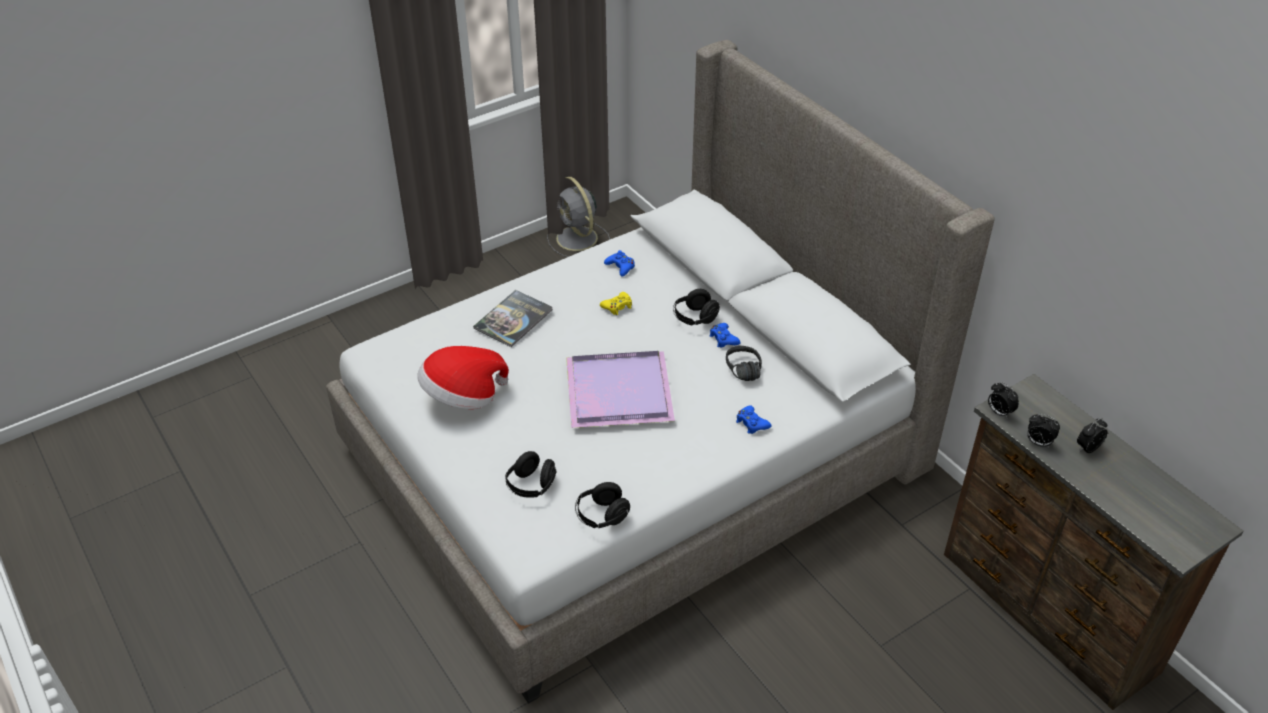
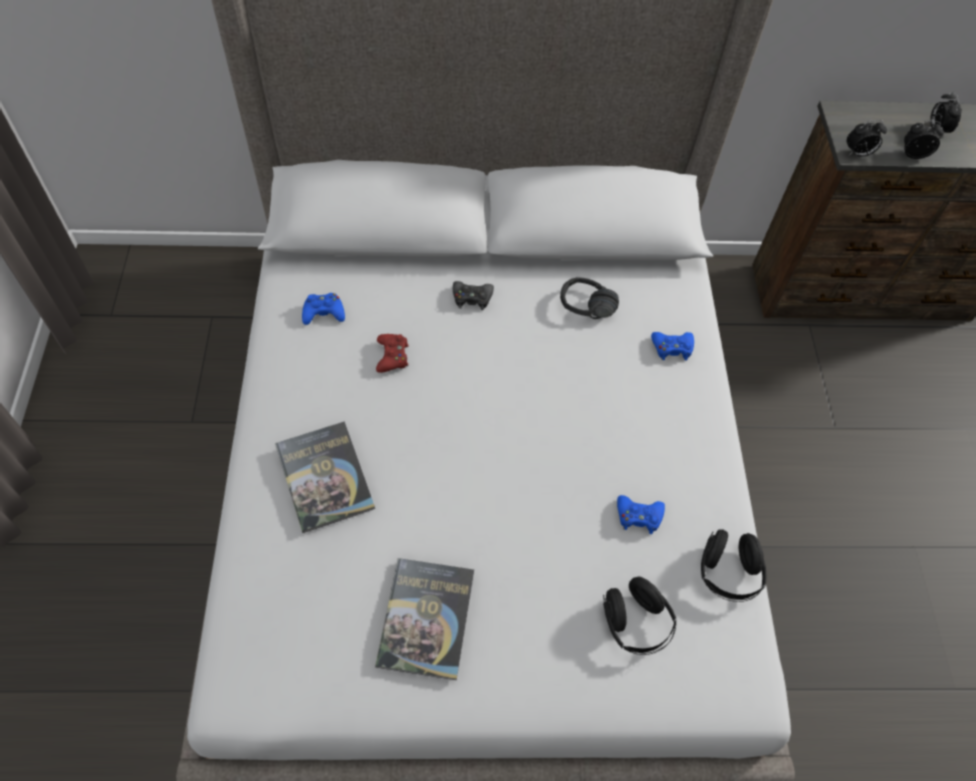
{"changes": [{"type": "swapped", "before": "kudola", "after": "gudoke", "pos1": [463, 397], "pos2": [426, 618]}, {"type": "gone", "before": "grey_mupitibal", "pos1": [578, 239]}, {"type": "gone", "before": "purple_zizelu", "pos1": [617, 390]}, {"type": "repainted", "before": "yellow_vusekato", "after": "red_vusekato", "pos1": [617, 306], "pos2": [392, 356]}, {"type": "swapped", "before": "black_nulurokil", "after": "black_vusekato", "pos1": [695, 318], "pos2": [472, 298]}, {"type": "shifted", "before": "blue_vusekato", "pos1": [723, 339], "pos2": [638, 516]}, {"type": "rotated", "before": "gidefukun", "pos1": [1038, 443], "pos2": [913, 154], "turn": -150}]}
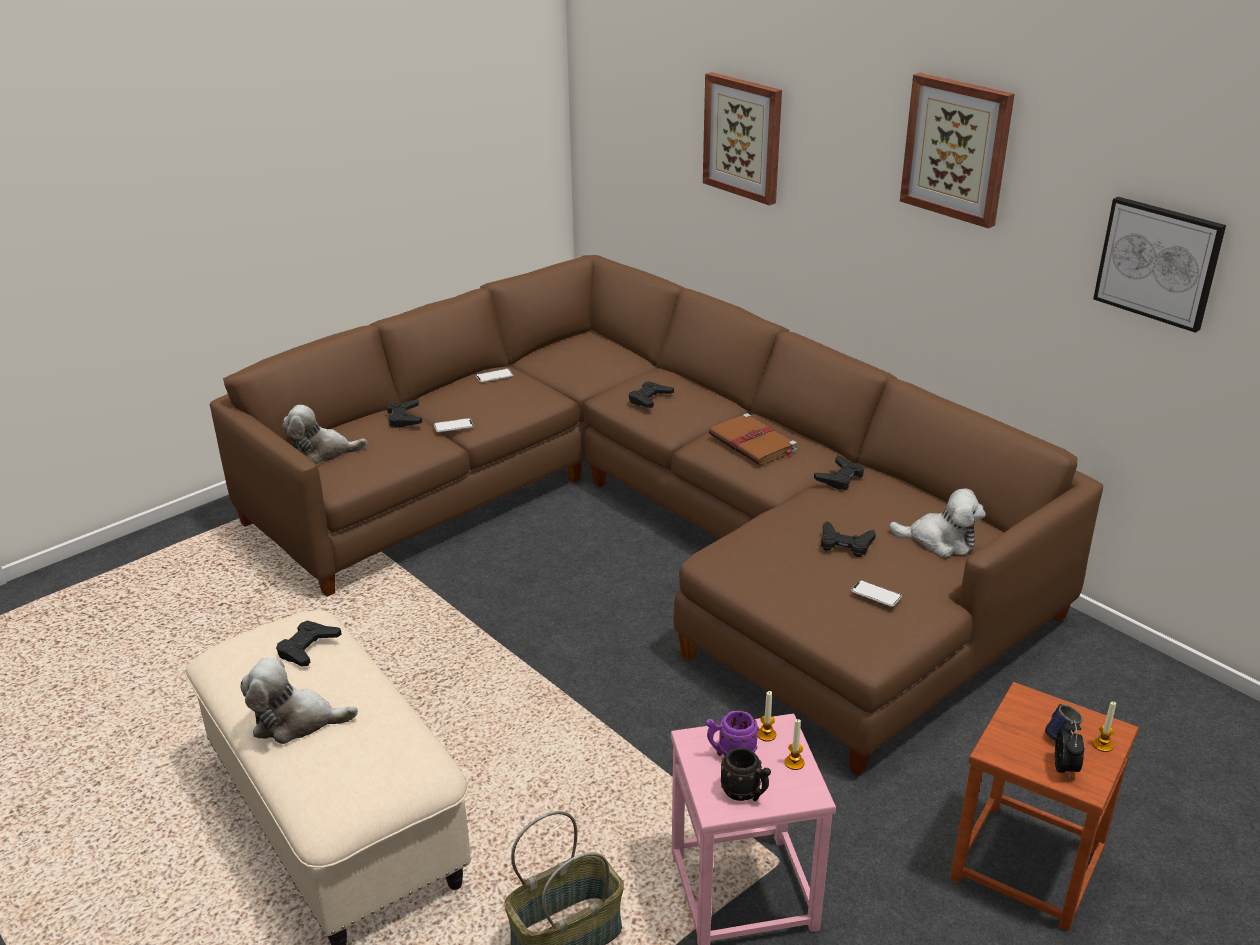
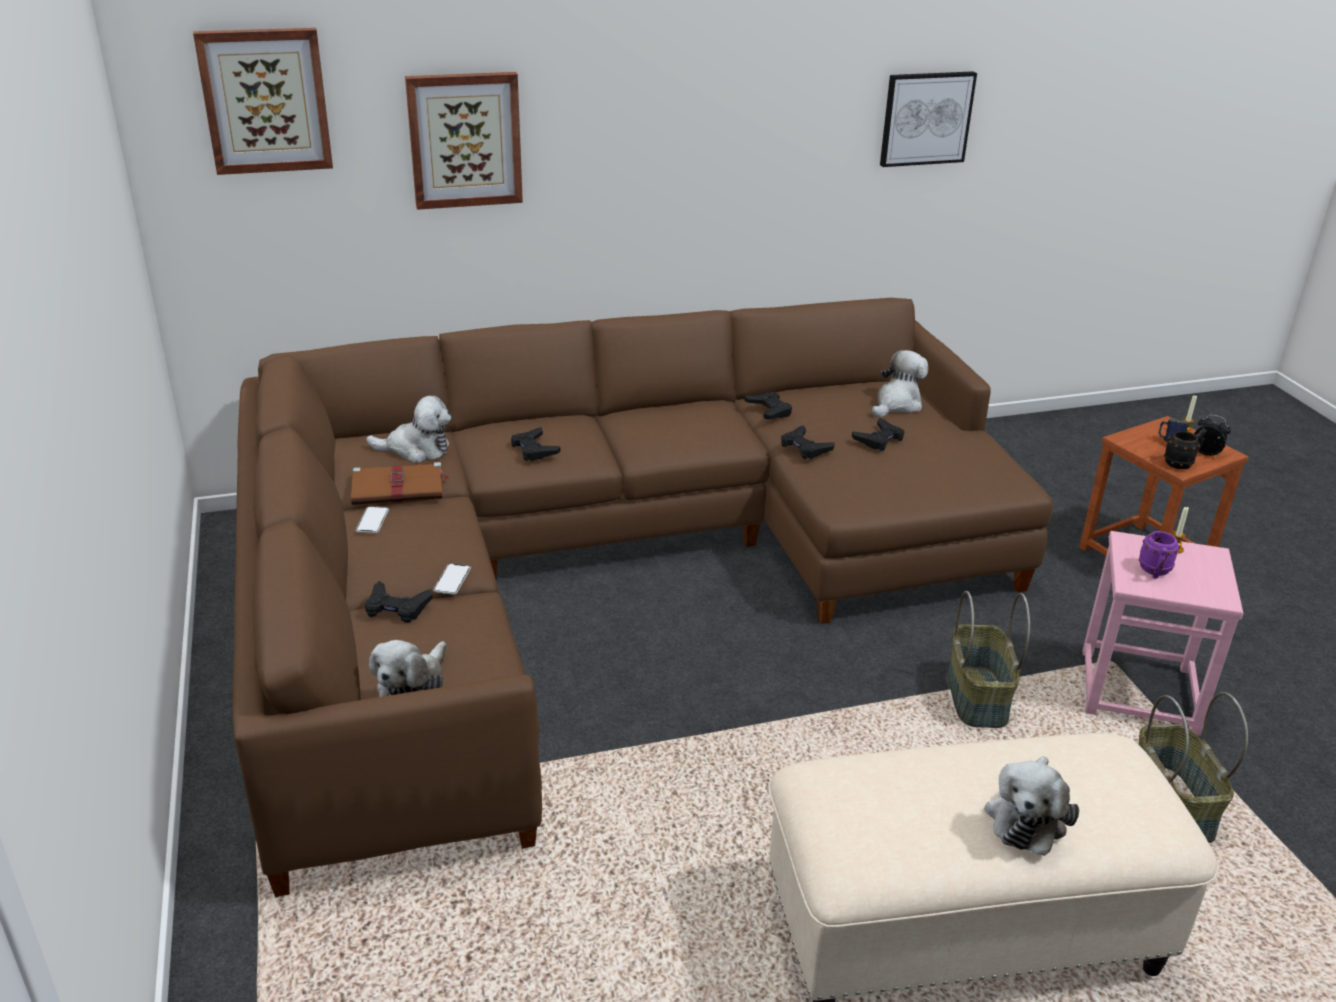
{"changes": [{"type": "shifted", "before": "black_vusekato", "pos1": [308, 648], "pos2": [805, 447]}, {"type": "shifted", "before": "brown_gudoke", "pos1": [753, 443], "pos2": [399, 488]}, {"type": "shifted", "before": "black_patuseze", "pos1": [745, 794], "pos2": [1182, 463]}, {"type": "gone", "before": "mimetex", "pos1": [766, 734]}, {"type": "gone", "before": "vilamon", "pos1": [876, 594]}, {"type": "shifted", "before": "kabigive", "pos1": [957, 149], "pos2": [265, 100]}, {"type": "new", "after": "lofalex", "pos2": [416, 449]}, {"type": "new", "after": "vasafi", "pos2": [975, 697]}]}
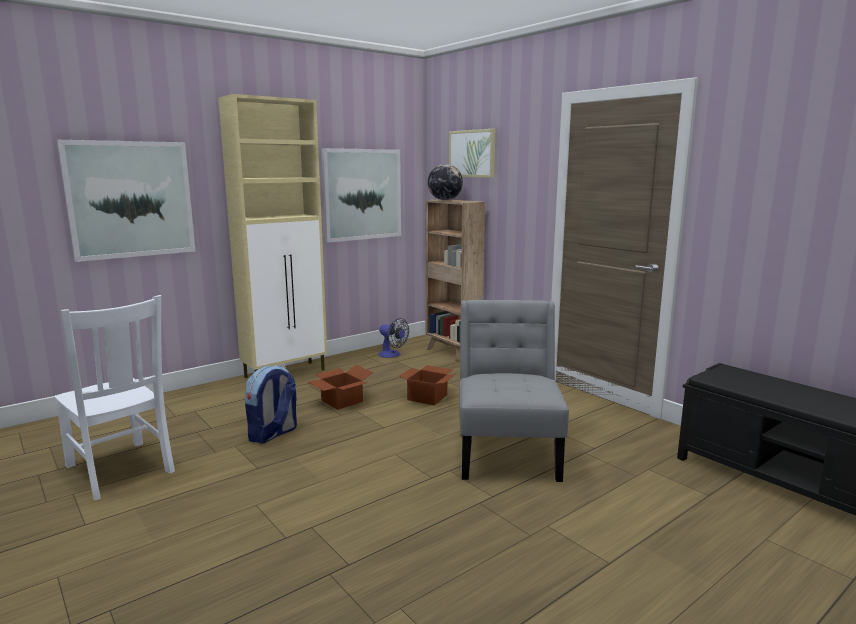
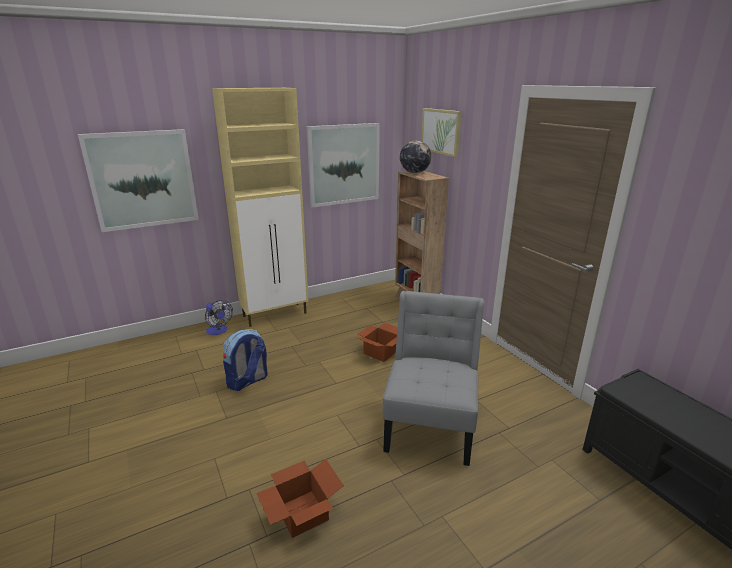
{"changes": [{"type": "gone", "before": "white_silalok", "pos1": [121, 470]}, {"type": "shifted", "before": "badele", "pos1": [340, 401], "pos2": [301, 513]}, {"type": "shifted", "before": "mupitibal", "pos1": [392, 355], "pos2": [218, 331]}]}
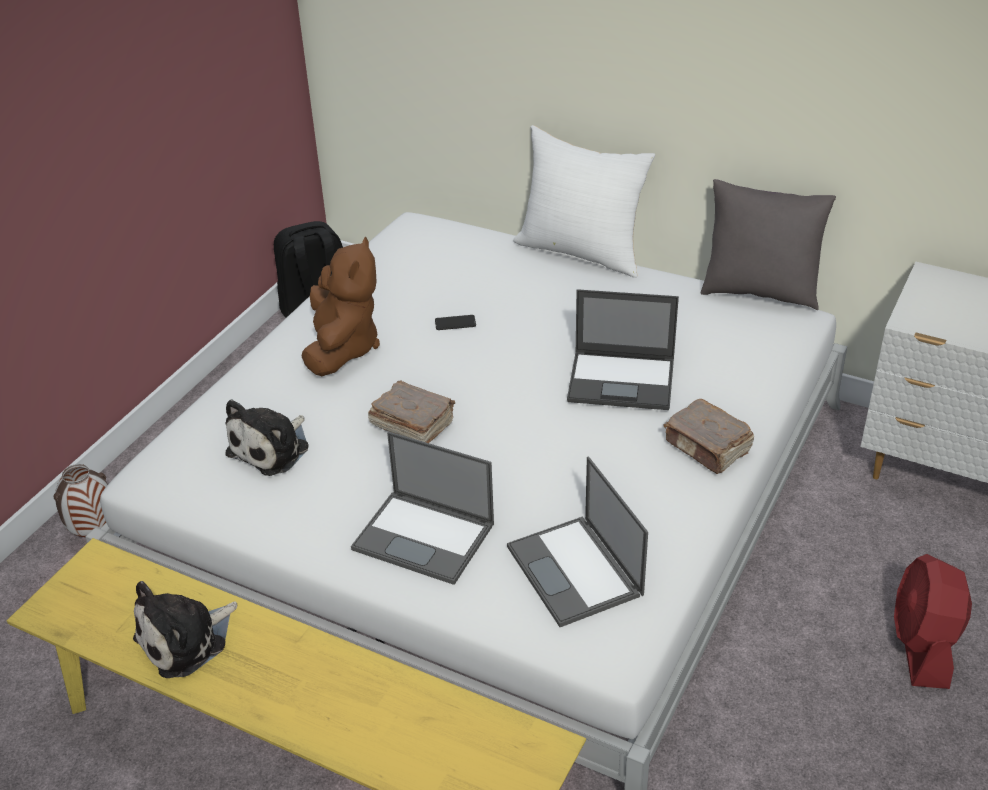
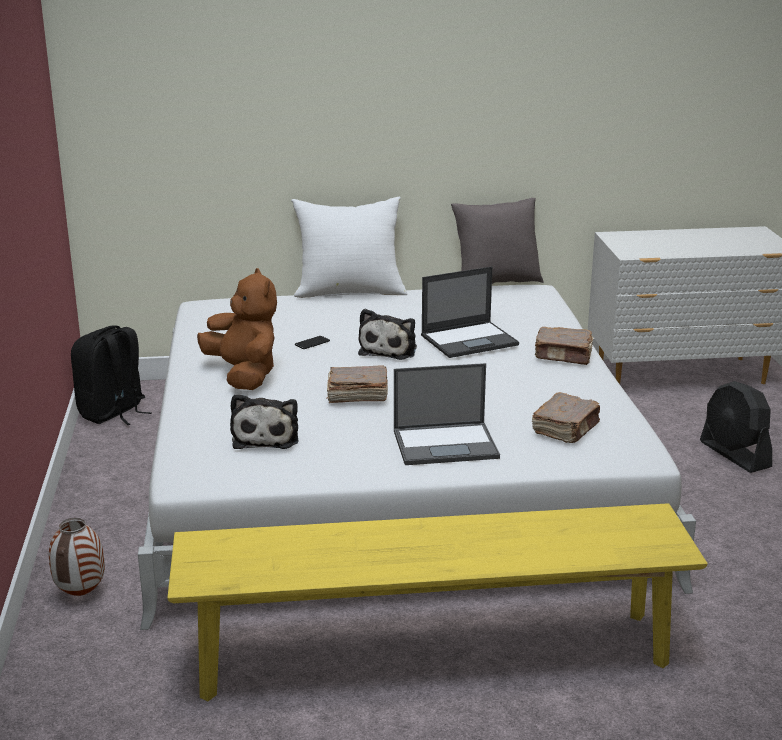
{"changes": [{"type": "shifted", "before": "lofalex", "pos1": [186, 640], "pos2": [389, 349]}, {"type": "swapped", "before": "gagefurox", "after": "brown_gudoke", "pos1": [576, 571], "pos2": [566, 429]}, {"type": "repainted", "before": "red_mupitibal", "after": "black_mupitibal", "pos1": [922, 646], "pos2": [734, 454]}]}
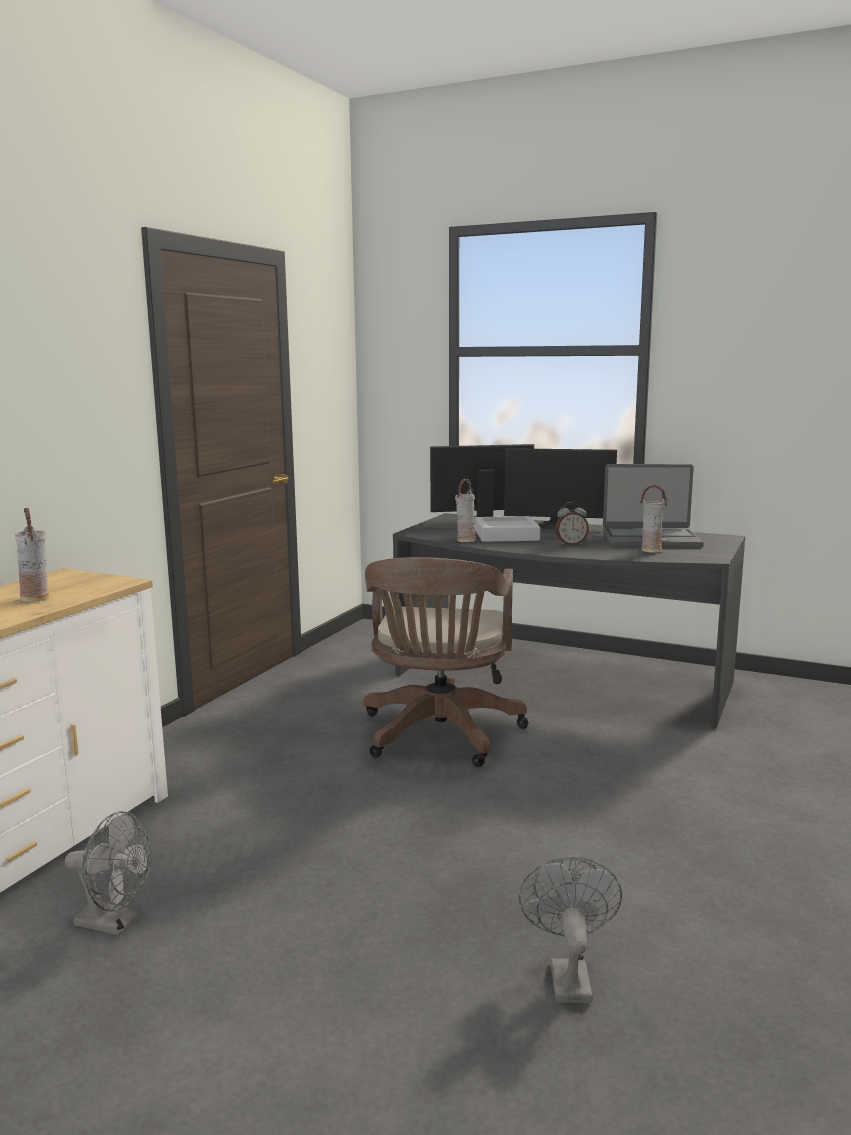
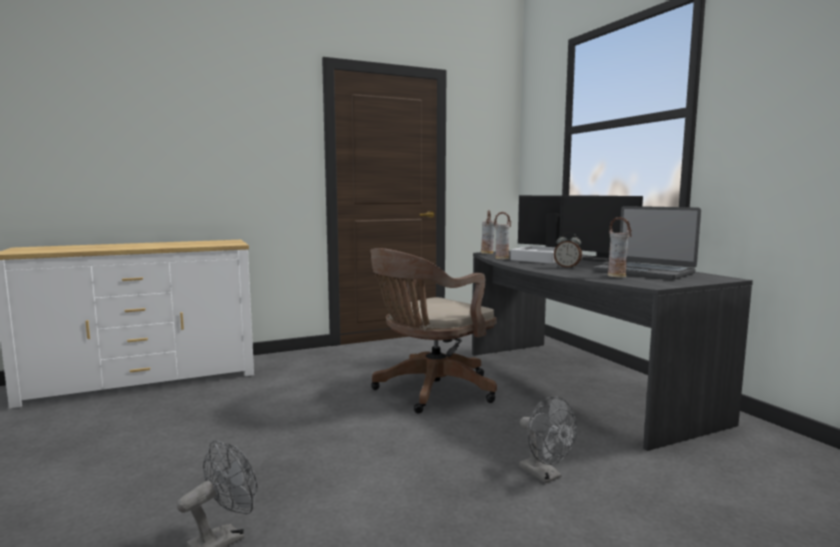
{"changes": [{"type": "shifted", "before": "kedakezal", "pos1": [36, 598], "pos2": [487, 253]}, {"type": "shifted", "before": "grey_mupitibal", "pos1": [115, 923], "pos2": [545, 475]}]}
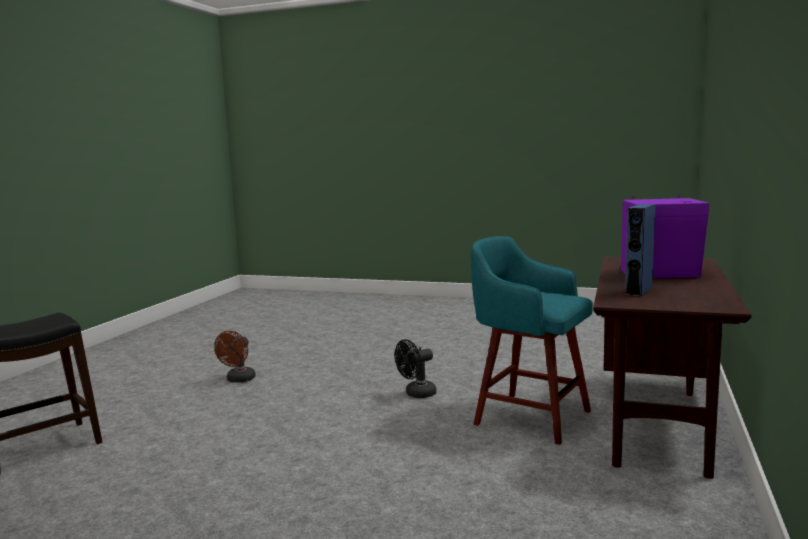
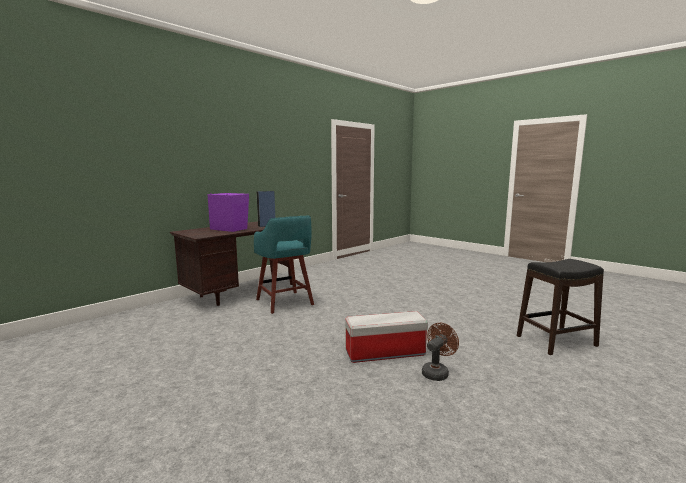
{"changes": [{"type": "gone", "before": "black_mupitibal", "pos1": [416, 394]}, {"type": "new", "after": "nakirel", "pos2": [384, 353]}]}
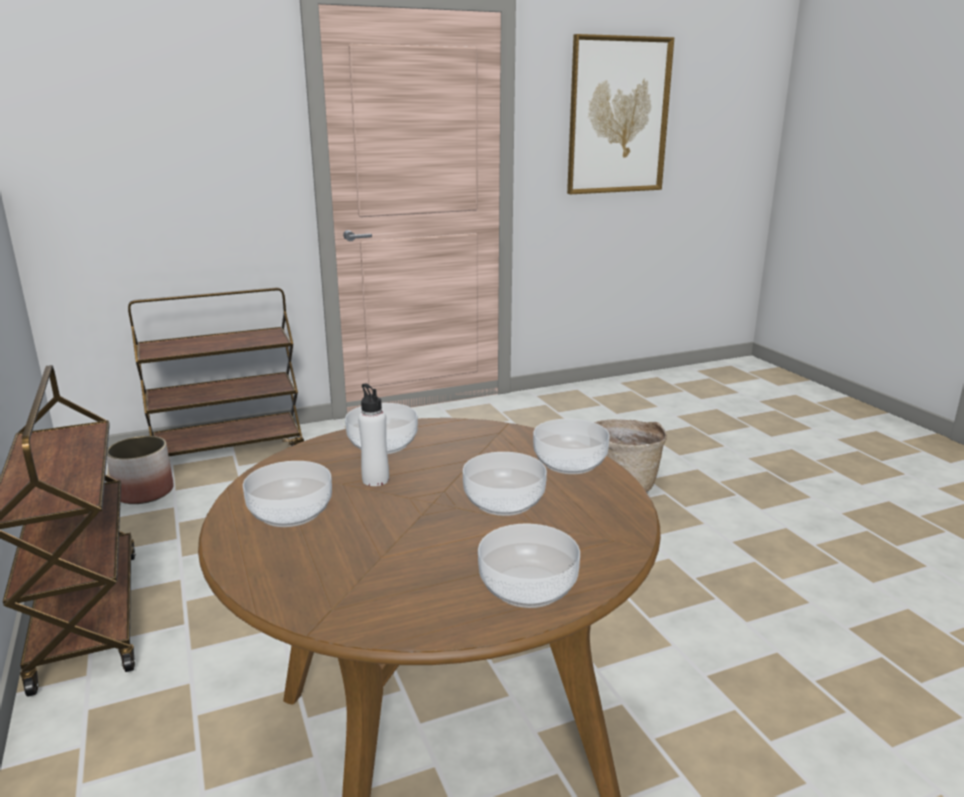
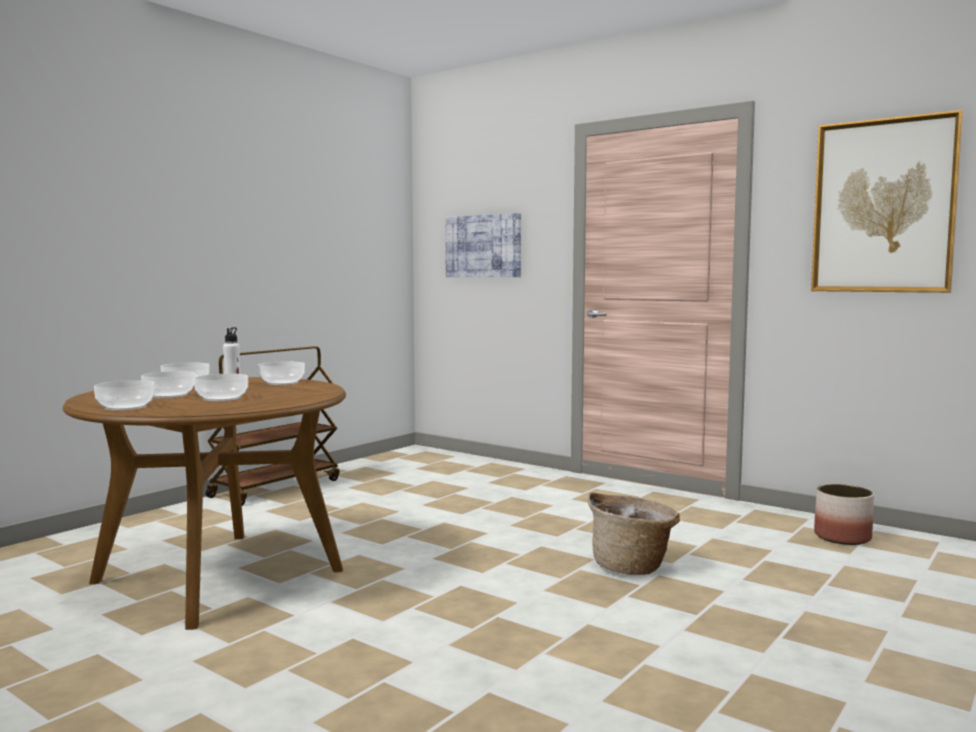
{"changes": [{"type": "shifted", "before": "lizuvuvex", "pos1": [145, 492], "pos2": [843, 537]}, {"type": "gone", "before": "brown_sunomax", "pos1": [228, 450]}, {"type": "shifted", "before": "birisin", "pos1": [569, 462], "pos2": [170, 395]}, {"type": "new", "after": "kabigive", "pos2": [483, 246]}]}
